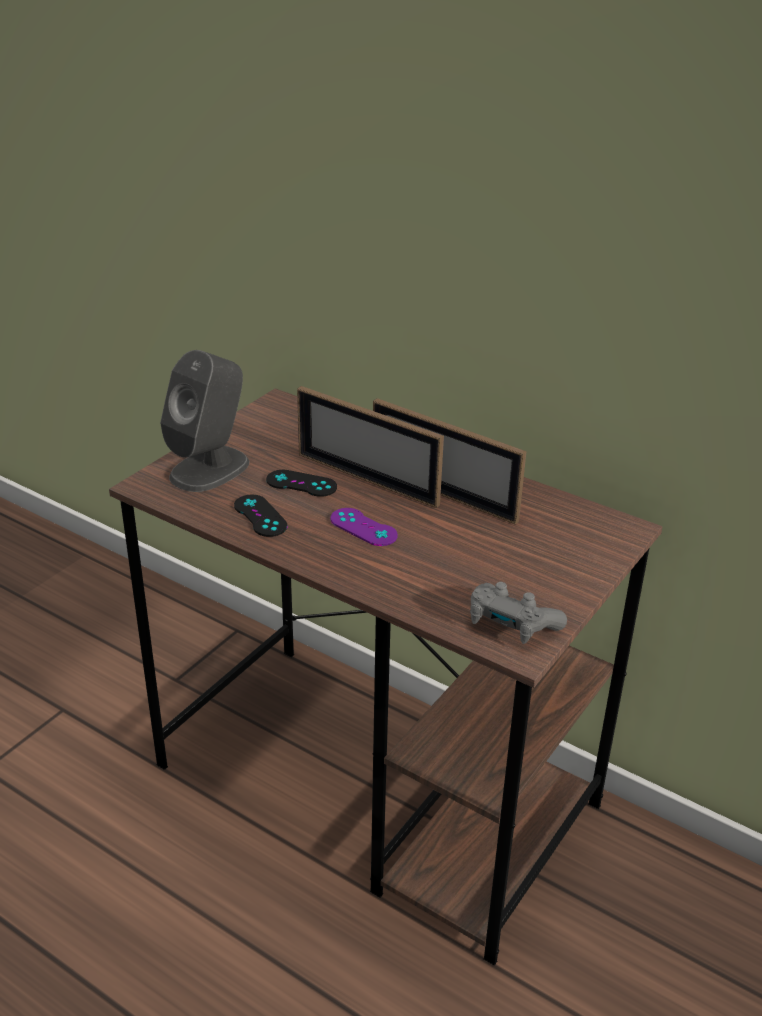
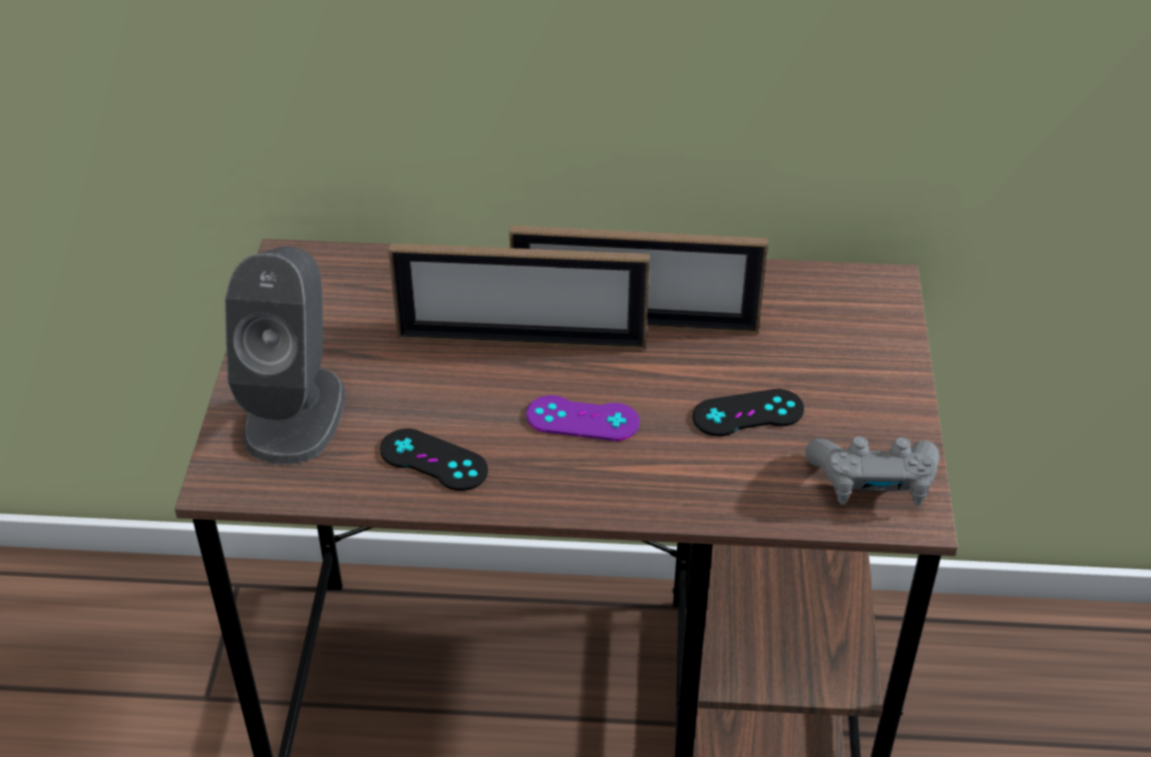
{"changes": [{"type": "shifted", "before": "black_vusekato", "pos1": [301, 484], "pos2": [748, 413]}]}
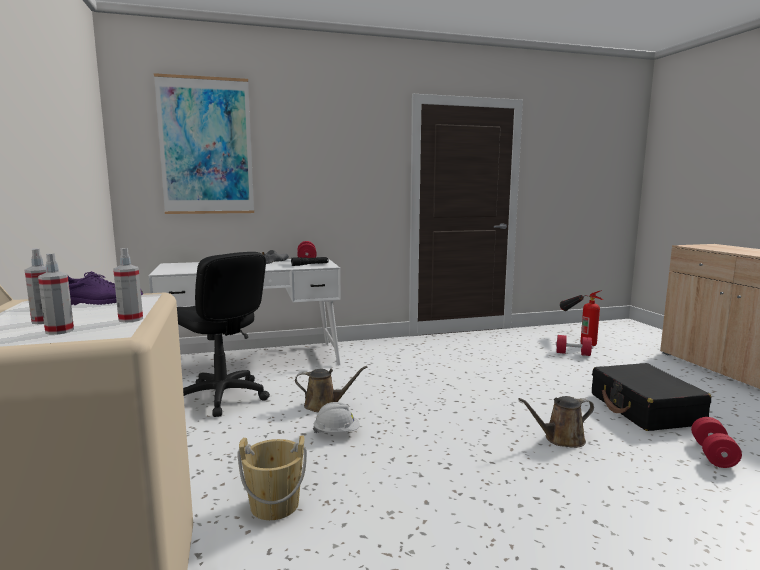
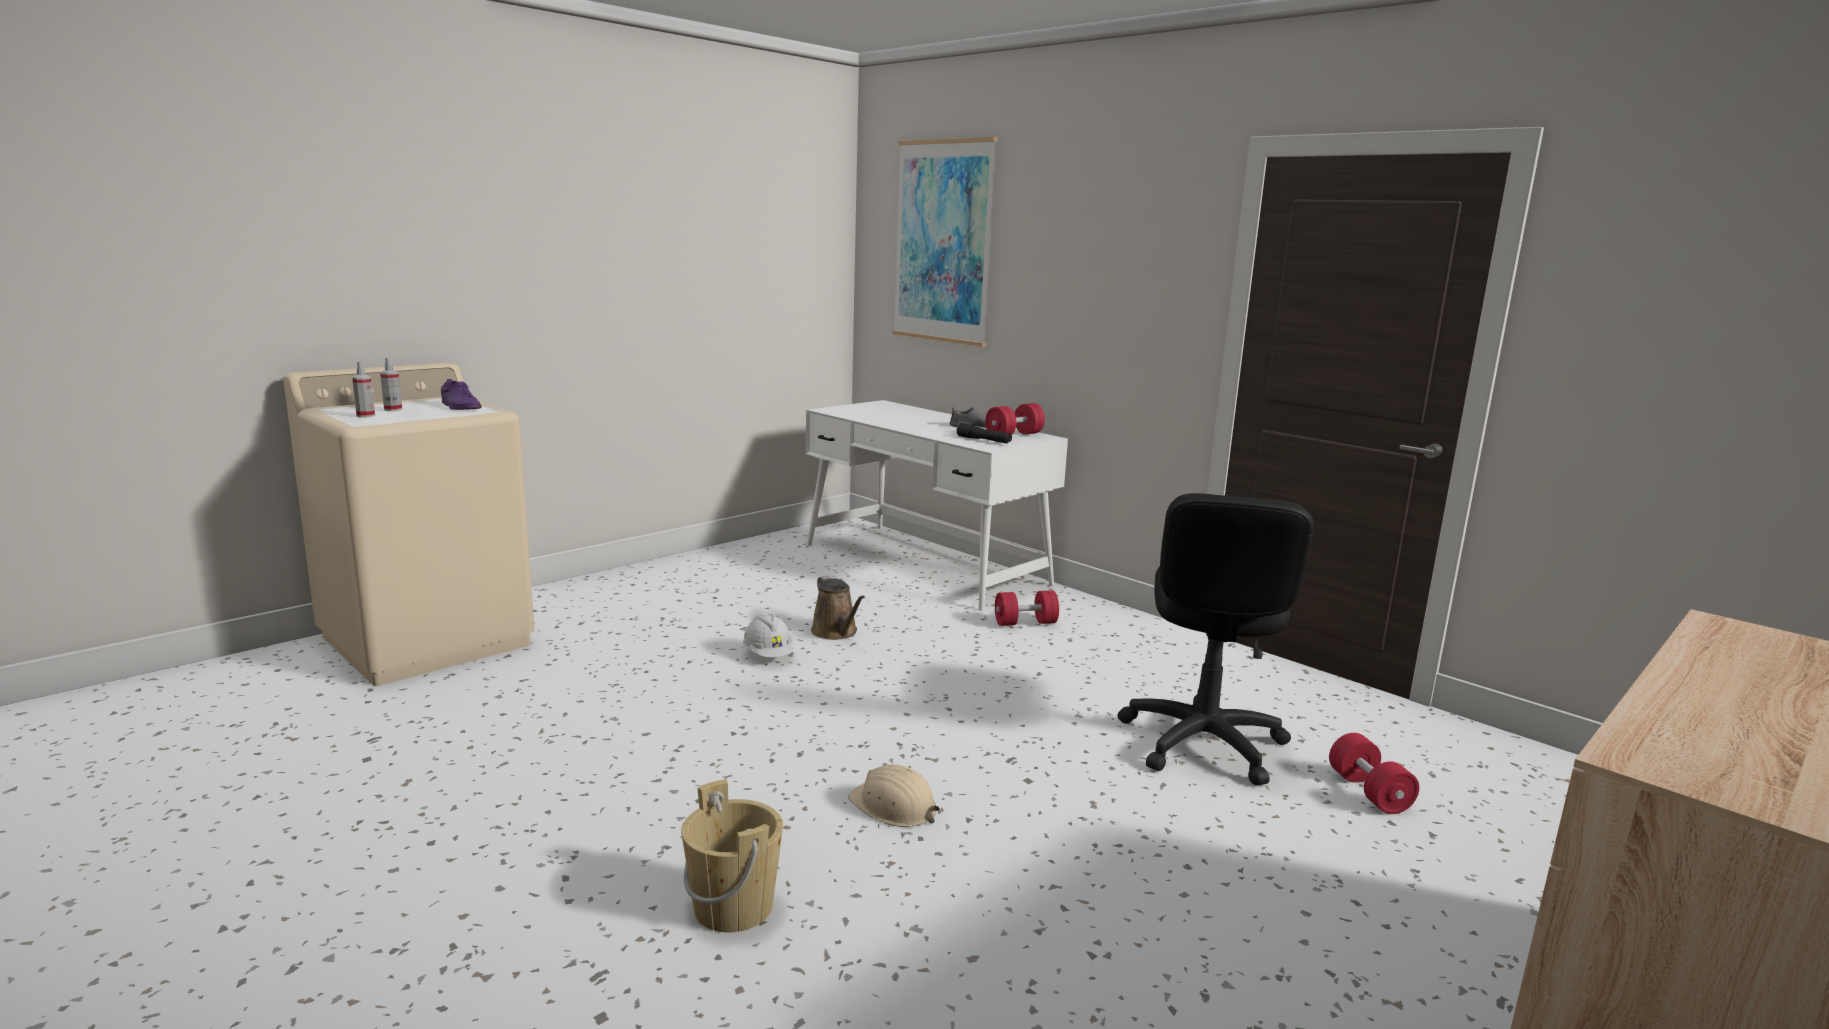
{"changes": [{"type": "gone", "before": "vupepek", "pos1": [130, 319]}, {"type": "shifted", "before": "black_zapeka", "pos1": [221, 397], "pos2": [1202, 743]}, {"type": "shifted", "before": "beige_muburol", "pos1": [274, 505], "pos2": [733, 907]}, {"type": "swapped", "before": "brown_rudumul", "after": "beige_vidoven", "pos1": [561, 439], "pos2": [893, 806]}, {"type": "gone", "before": "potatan", "pos1": [578, 340]}, {"type": "gone", "before": "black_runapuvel", "pos1": [645, 409]}, {"type": "shifted", "before": "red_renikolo", "pos1": [713, 454], "pos2": [1025, 623]}]}
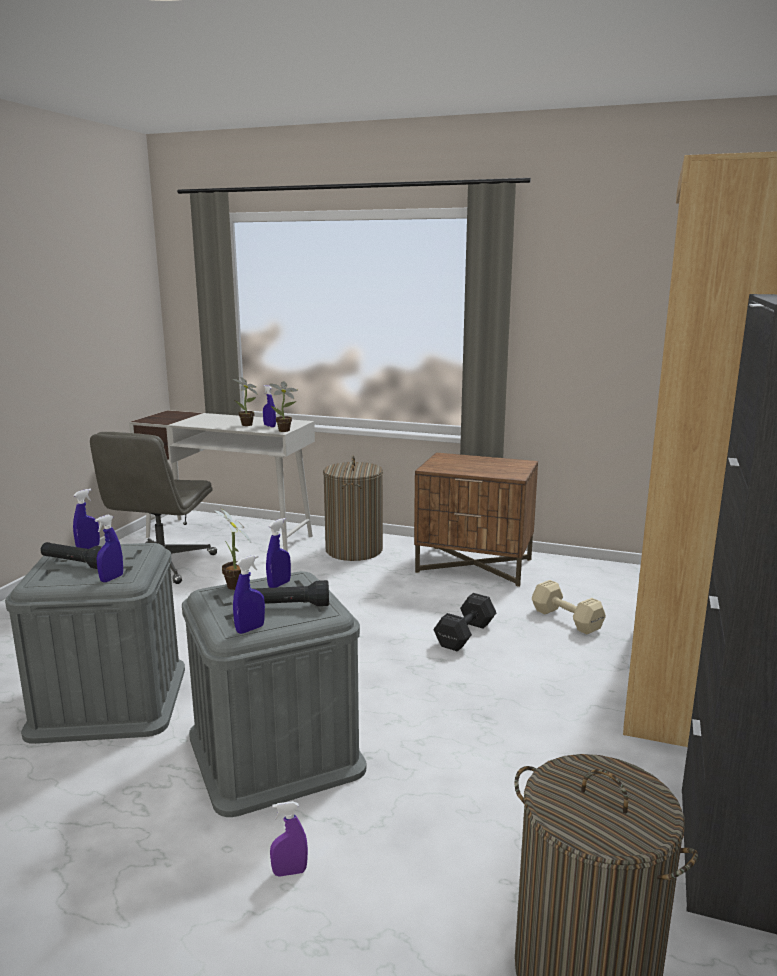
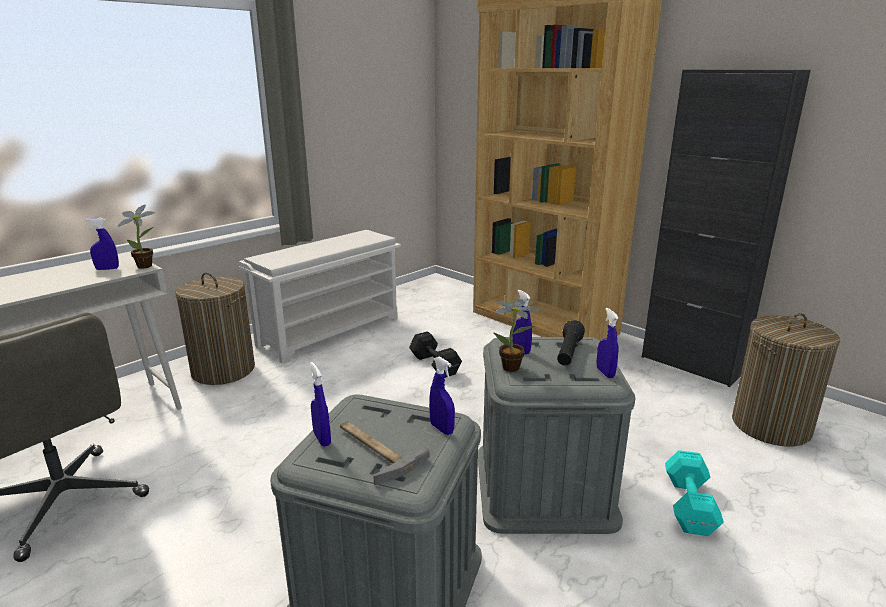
{"changes": [{"type": "swapped", "before": "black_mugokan", "after": "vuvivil", "pos1": [75, 564], "pos2": [372, 450]}, {"type": "gone", "before": "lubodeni", "pos1": [248, 425]}, {"type": "swapped", "before": "purple_vupepek", "after": "turquoise_renikolo", "pos1": [289, 872], "pos2": [688, 507]}, {"type": "swapped", "before": "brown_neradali", "after": "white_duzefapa", "pos1": [475, 566], "pos2": [330, 331]}, {"type": "gone", "before": "beige_renikolo", "pos1": [565, 619]}]}
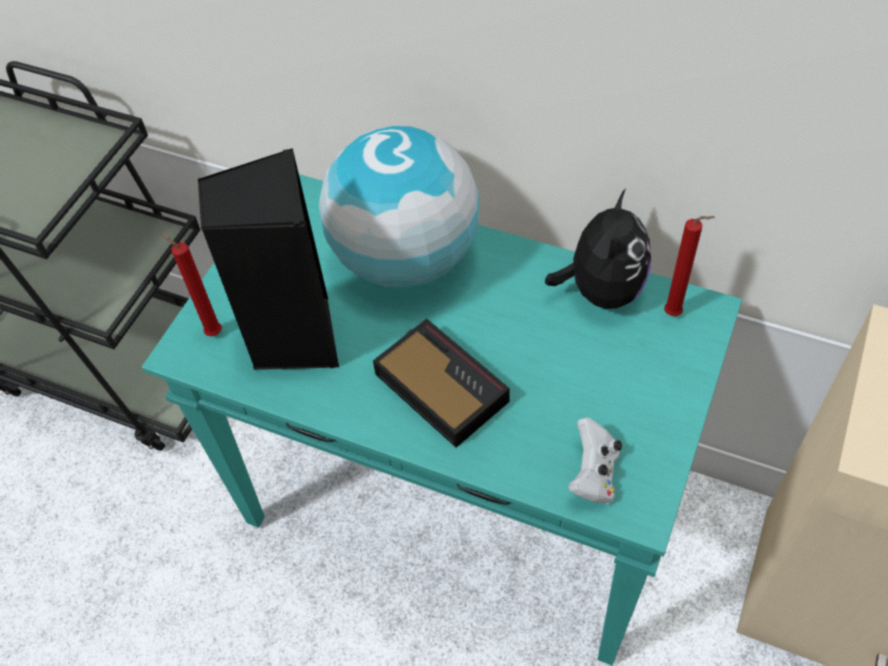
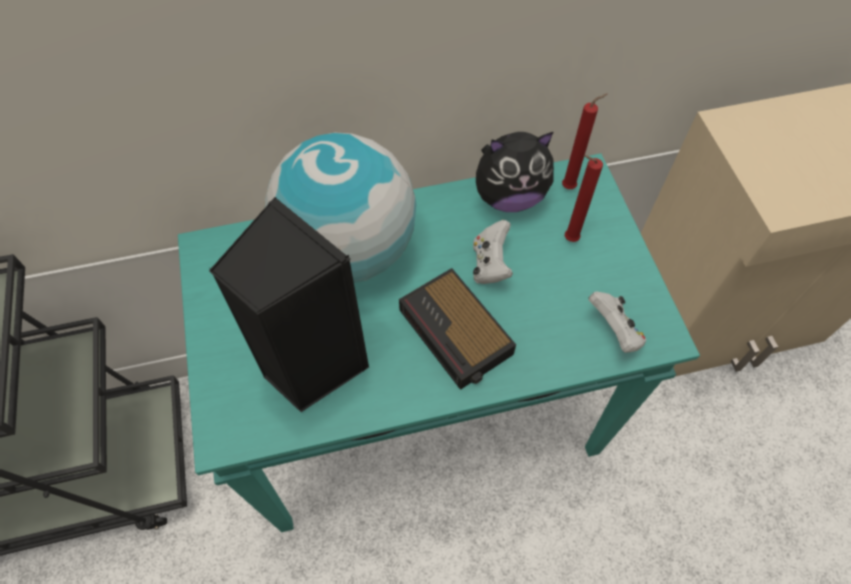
{"changes": [{"type": "shifted", "before": "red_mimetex", "pos1": [212, 332], "pos2": [568, 239]}, {"type": "rotated", "before": "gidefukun", "pos1": [439, 386], "pos2": [457, 334], "turn": -135}, {"type": "rotated", "before": "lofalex", "pos1": [601, 290], "pos2": [509, 196], "turn": 105}, {"type": "new", "after": "white_vusekato", "pos2": [490, 264]}]}
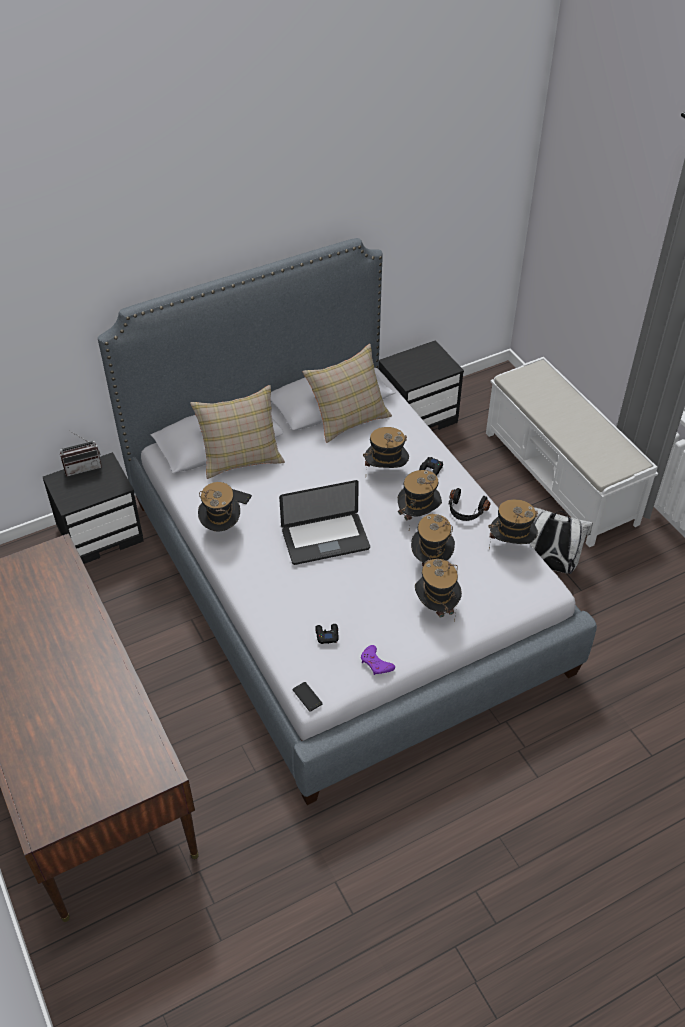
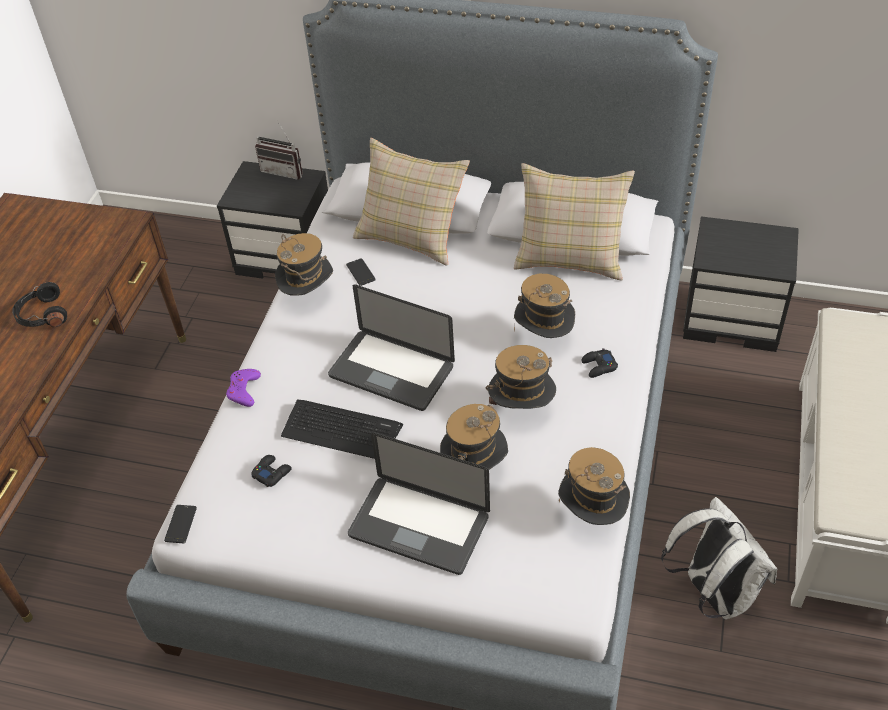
{"changes": [{"type": "shifted", "before": "purple_vusekato", "pos1": [376, 663], "pos2": [244, 390]}, {"type": "swapped", "before": "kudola", "after": "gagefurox", "pos1": [436, 607], "pos2": [419, 526]}, {"type": "shifted", "before": "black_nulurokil", "pos1": [465, 511], "pos2": [42, 315]}, {"type": "new", "after": "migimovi", "pos2": [341, 430]}]}
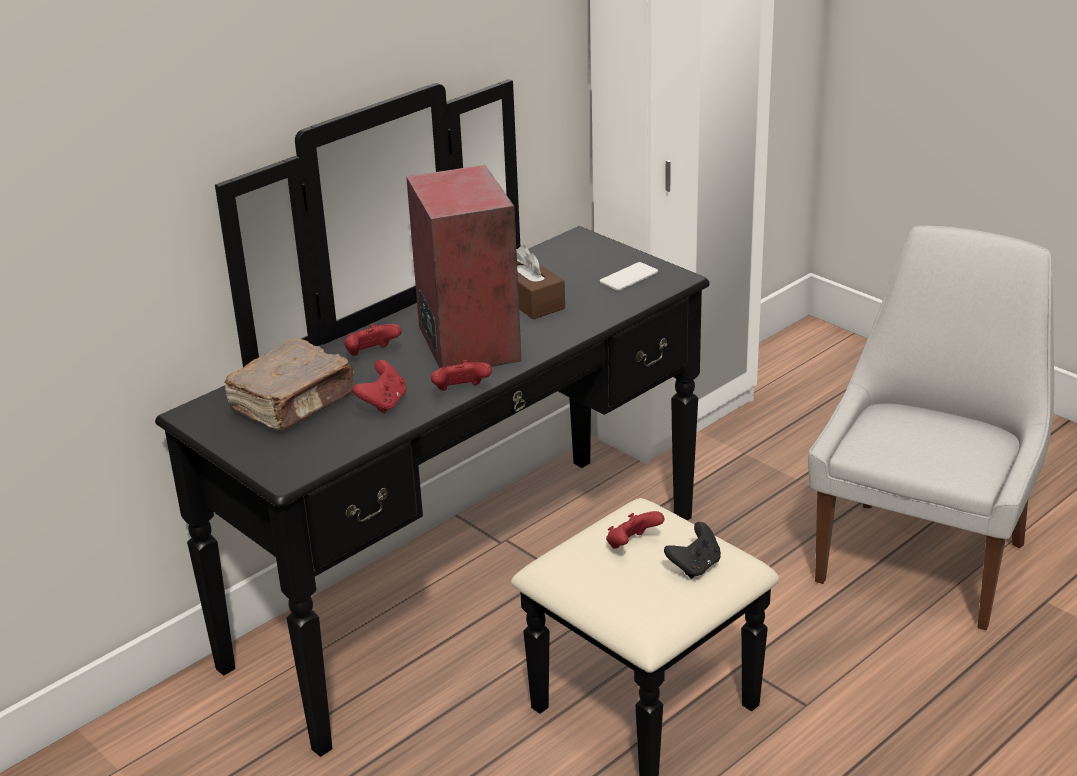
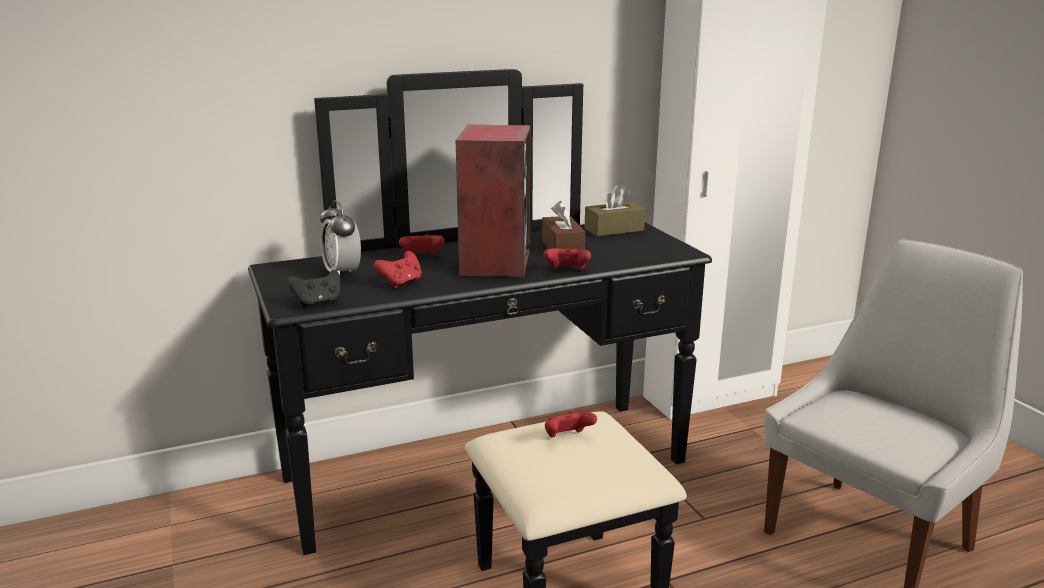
{"changes": [{"type": "swapped", "before": "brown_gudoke", "after": "gidefukun", "pos1": [294, 403], "pos2": [342, 273]}, {"type": "shifted", "before": "red_vusekato", "pos1": [461, 392], "pos2": [567, 272]}, {"type": "gone", "before": "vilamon", "pos1": [629, 277]}, {"type": "shifted", "before": "black_vusekato", "pos1": [695, 566], "pos2": [318, 303]}, {"type": "new", "after": "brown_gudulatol", "pos2": [614, 229]}]}
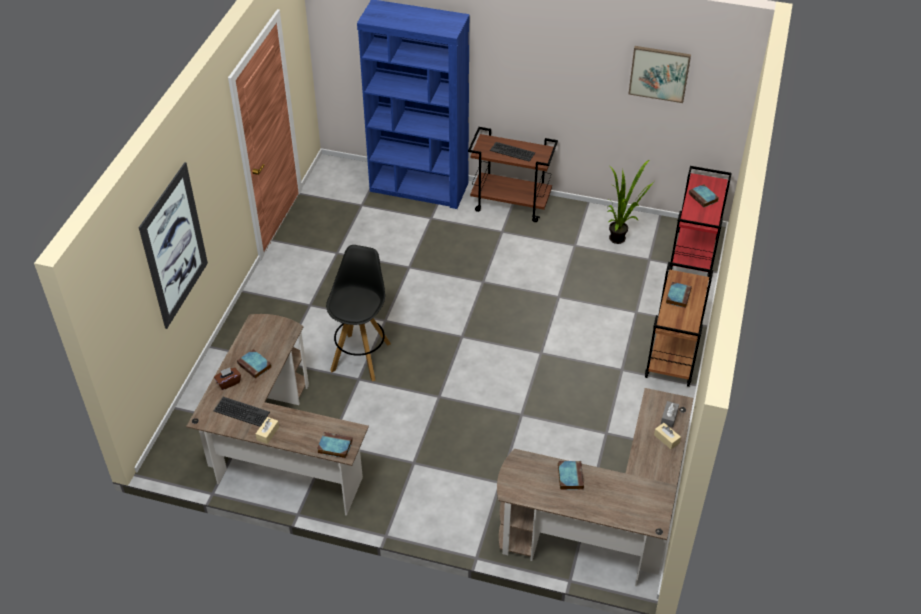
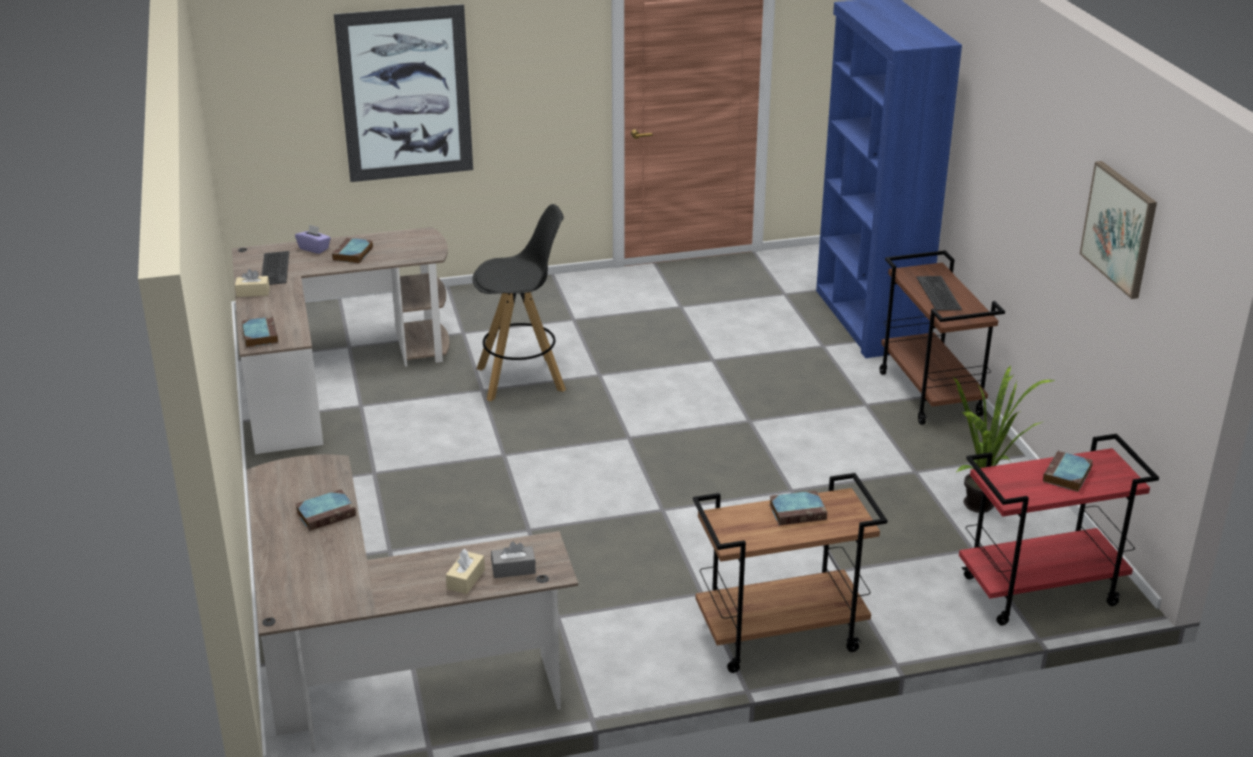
{"changes": [{"type": "repainted", "before": "brown_gudulatol", "after": "purple_gudulatol", "pos1": [228, 382], "pos2": [314, 248]}]}
